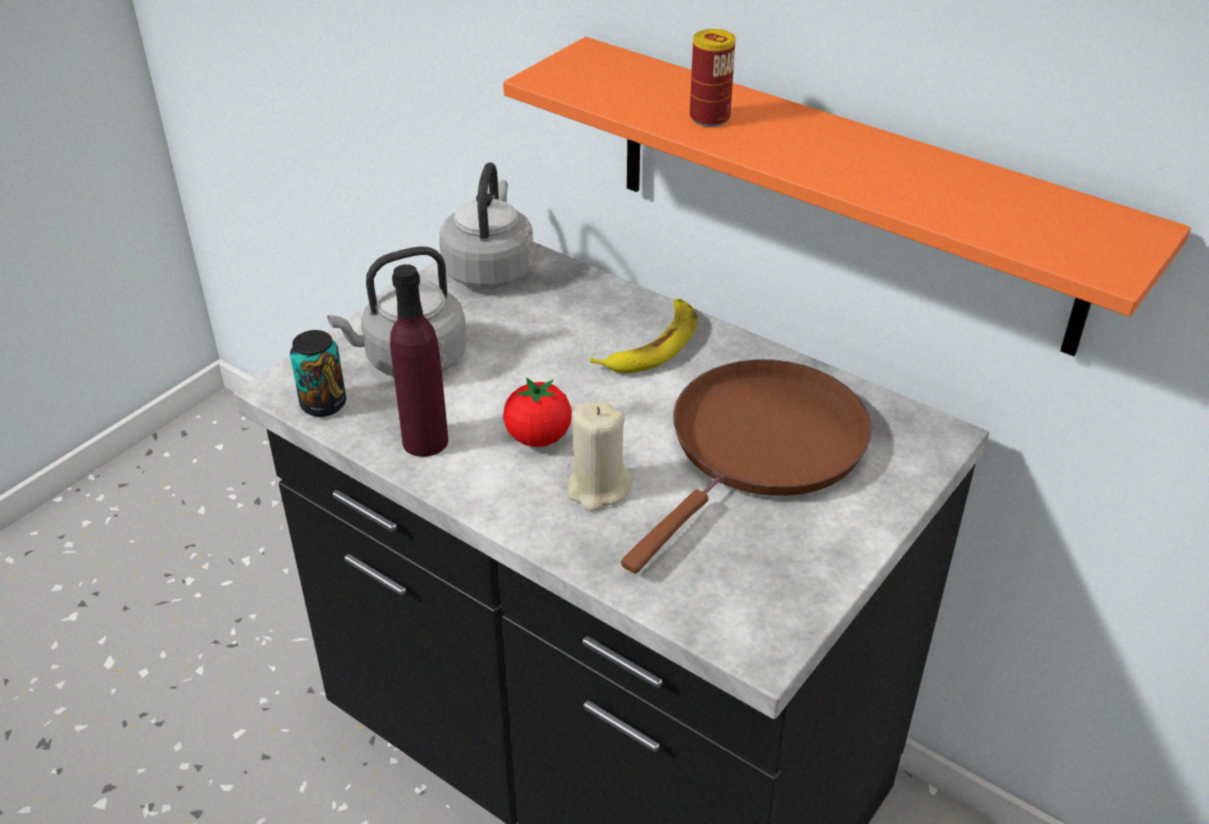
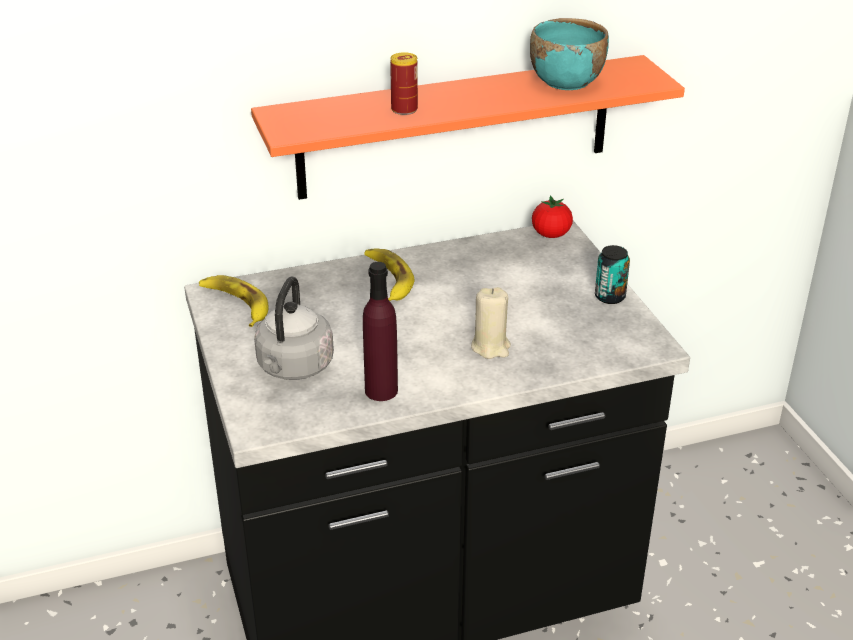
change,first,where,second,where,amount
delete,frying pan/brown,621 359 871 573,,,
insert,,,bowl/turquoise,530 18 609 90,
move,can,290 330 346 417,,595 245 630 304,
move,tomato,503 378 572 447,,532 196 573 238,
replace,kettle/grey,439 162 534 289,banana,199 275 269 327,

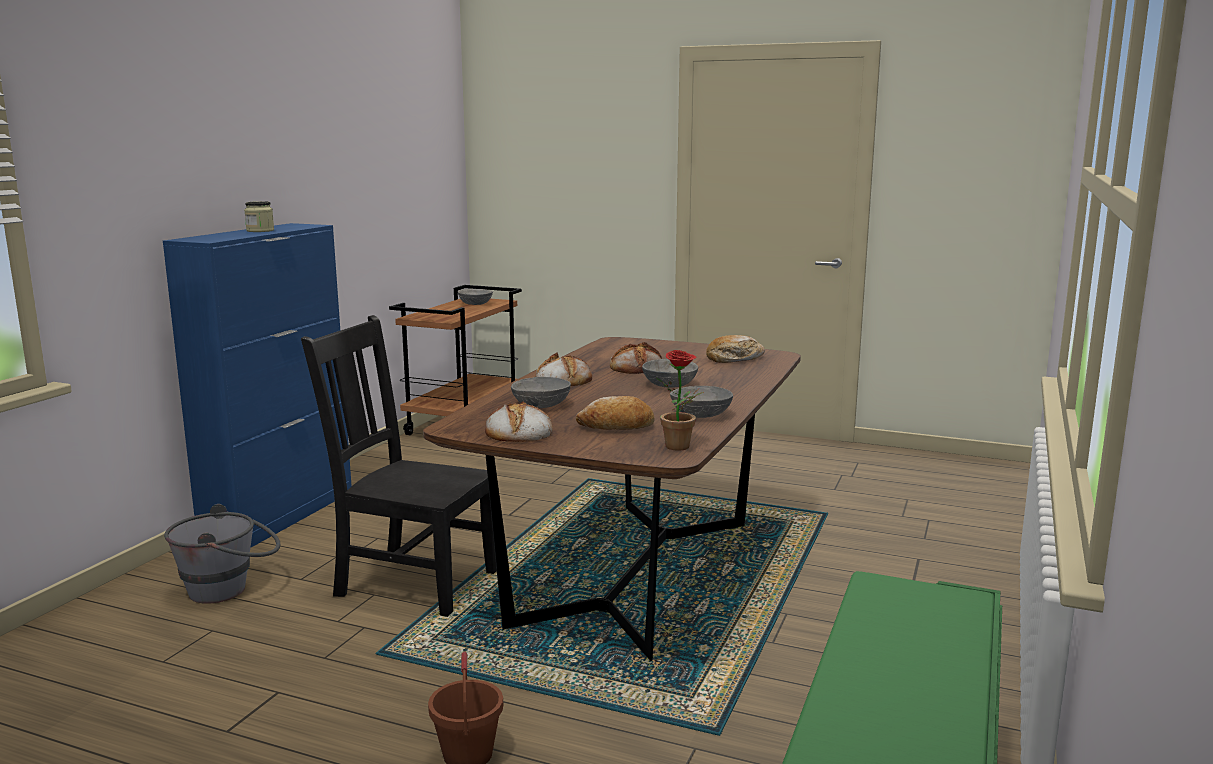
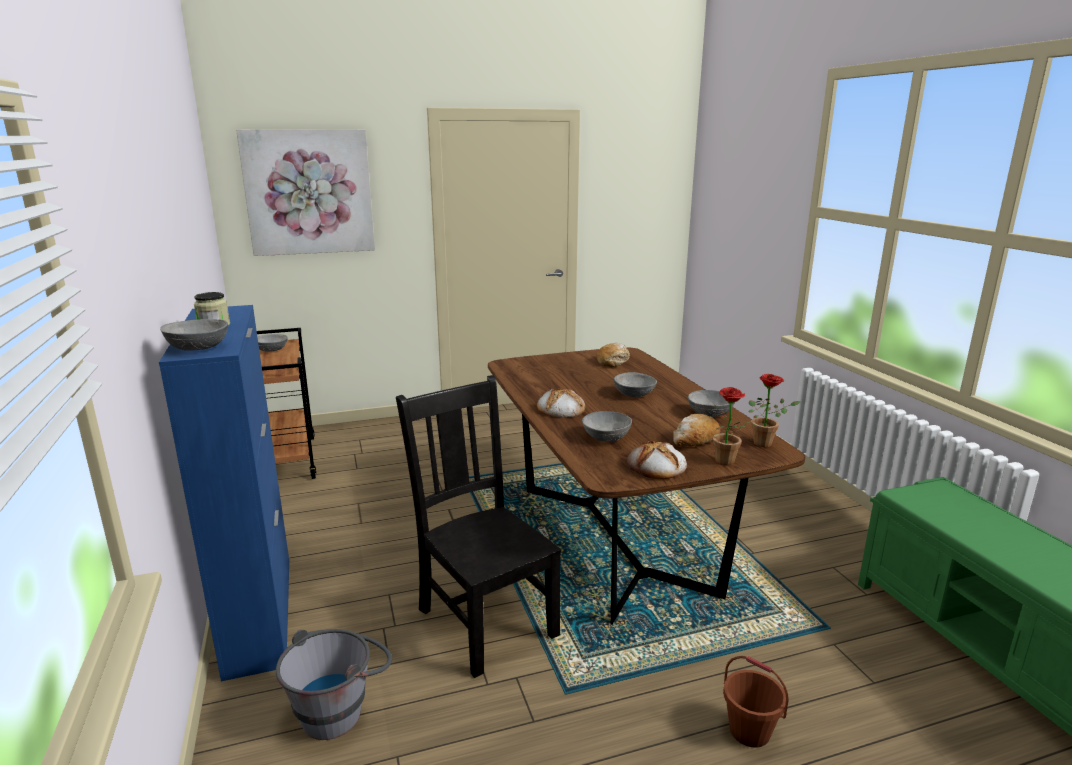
change,first,where,second,where,amount
delete,bread,610 342 662 374,,,
insert,,,bowl/grey,160 319 228 351,
insert,,,picture,236 129 375 256,
insert,,,potted plant,713 387 751 465,
rotate,chair/black,301 315 497 617,,396 375 561 678,75 degrees clockwise

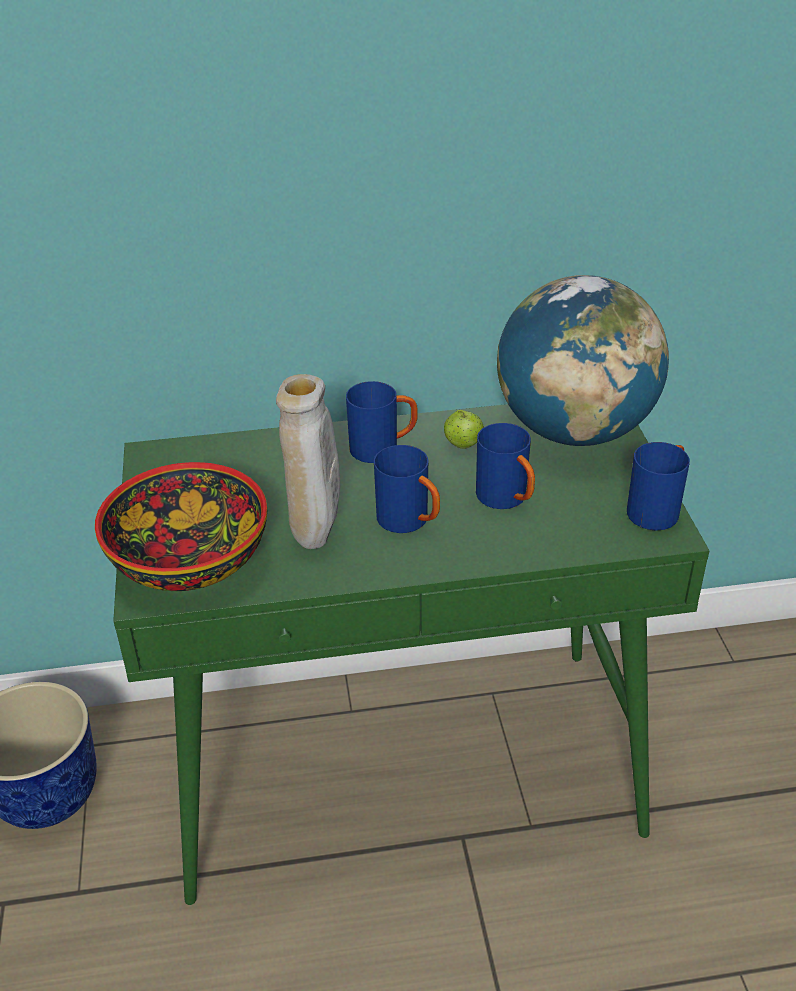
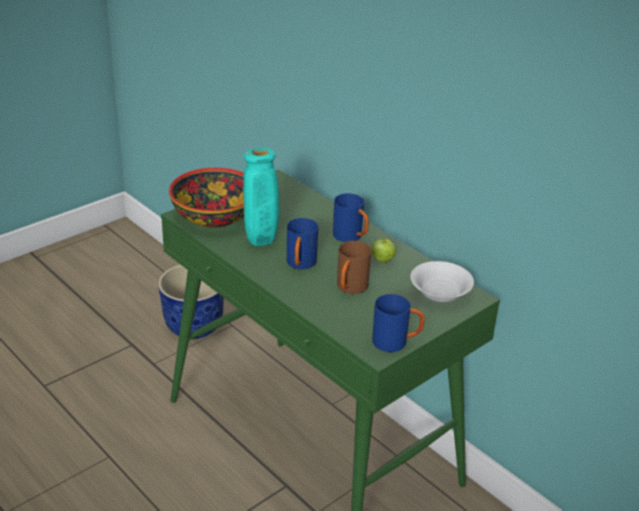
change,first,where,second,where,amount
replace,globe,497 275 669 446,bowl/white,410 261 474 302,
recolor,vase/beige,276 374 340 549,vase/turquoise,243 147 279 246,
recolor,mug/blue,476 423 535 509,mug/brown,337 241 371 294,

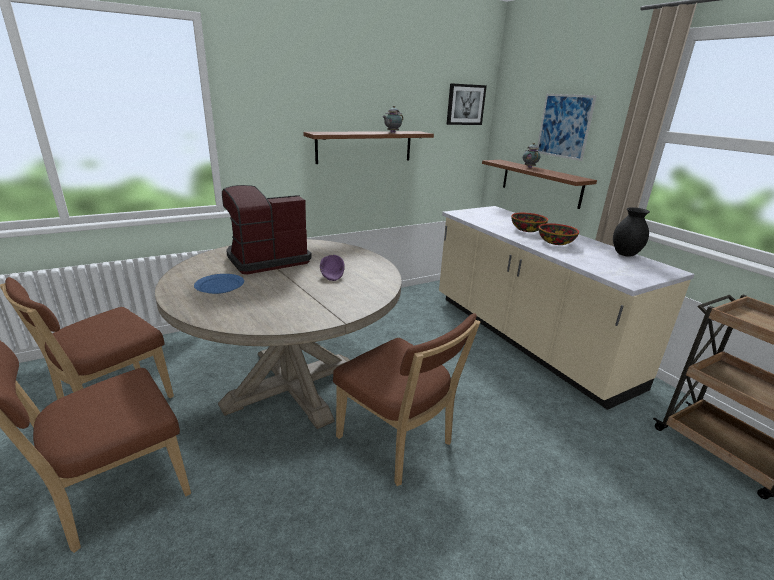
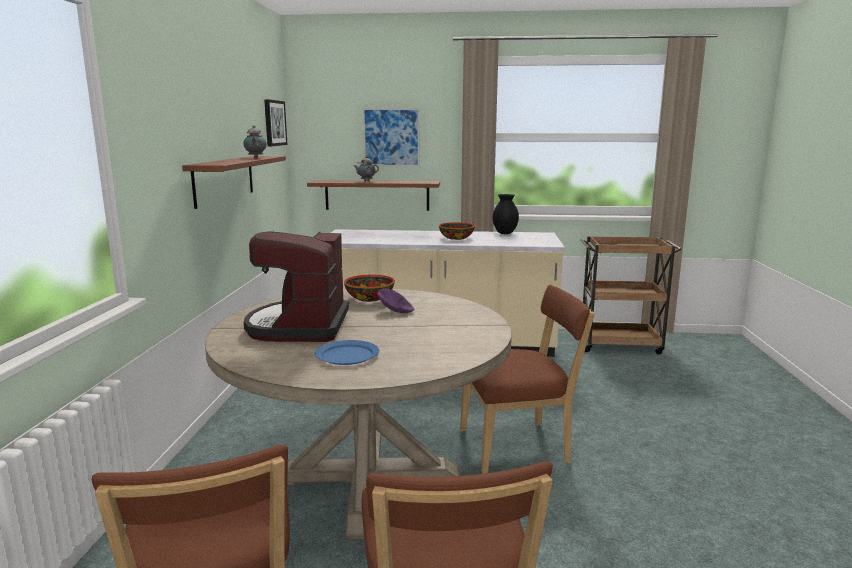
change,first,where,second,where,amount
move,bowl,511 213 548 232,,344 275 395 302,

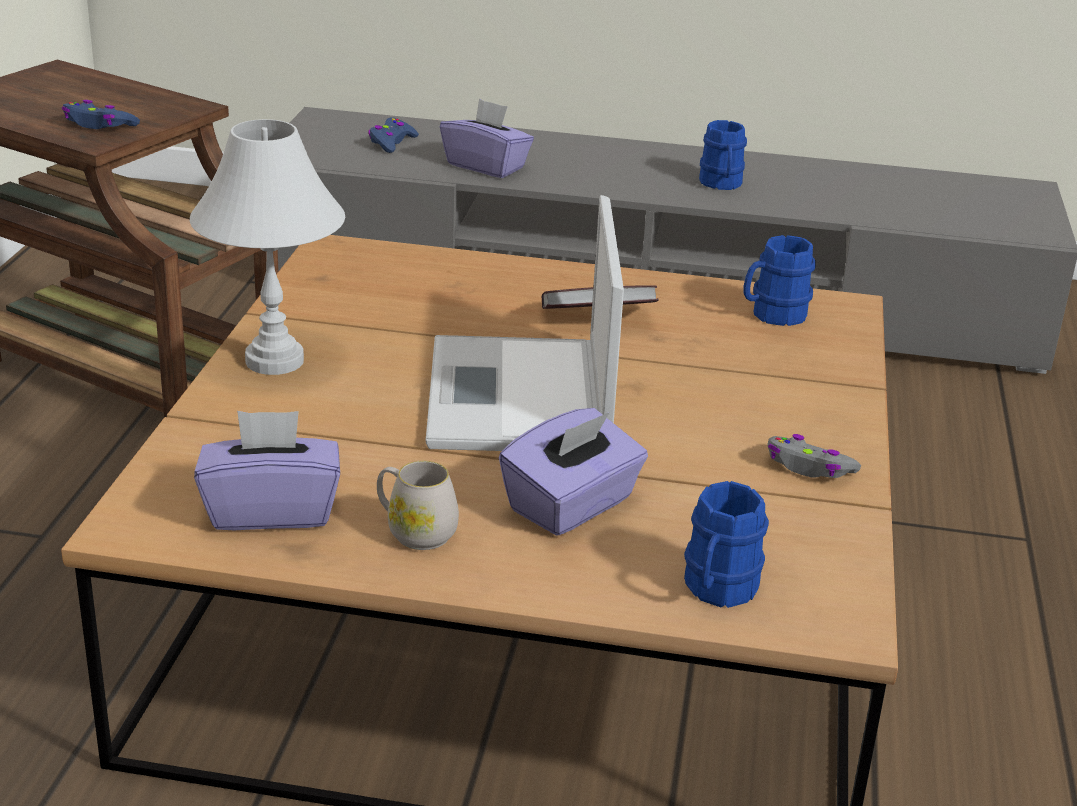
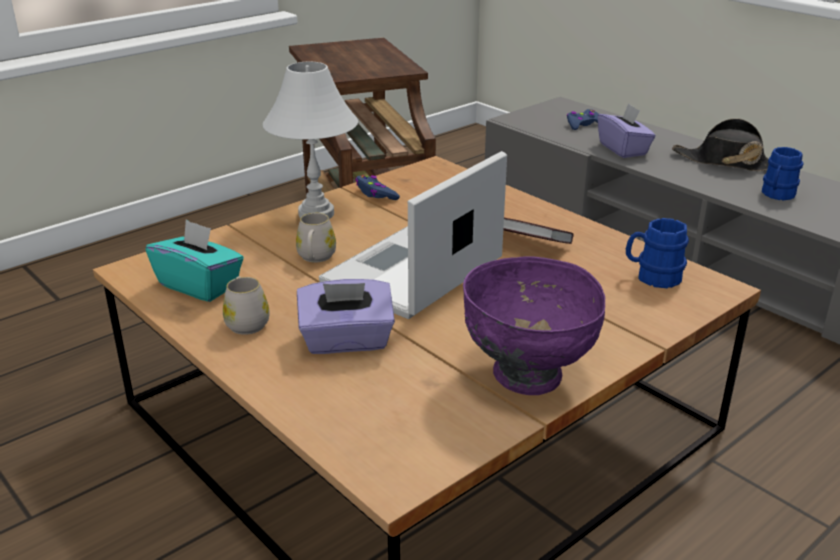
change,first,where,second,where,amount
delete,mug/blue,684 481 769 608,,,
insert,,,mug/white,296 213 336 262,
insert,,,hat/black,672 118 769 171,
move,game controller/blue,61 100 140 129,,355 175 400 200,
replace,game controller/grey,767 434 861 478,bowl/purple,463 256 605 395,
recolor,tissue box/purple,194 411 340 530,tissue box/turquoise,146 219 244 302,

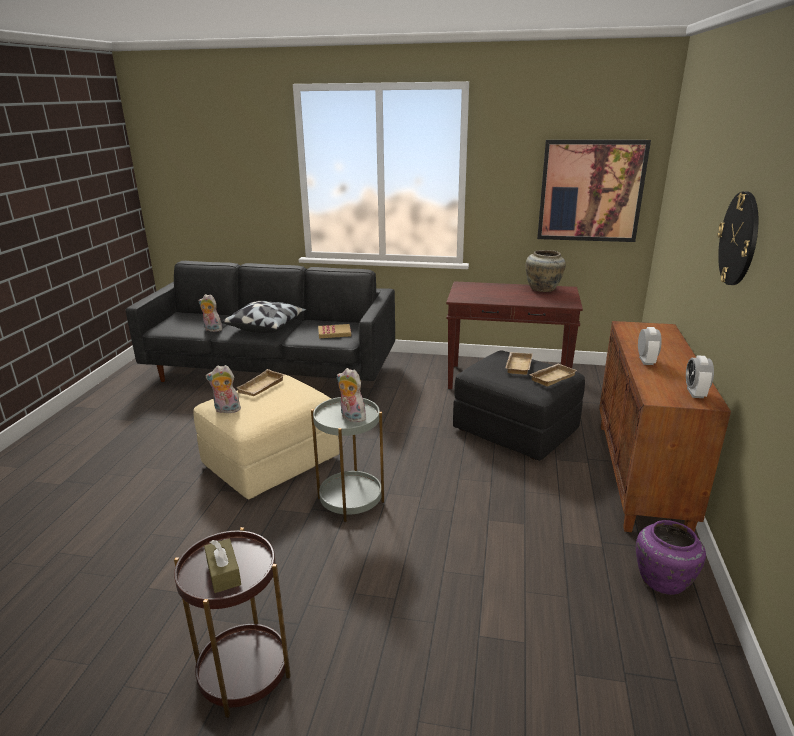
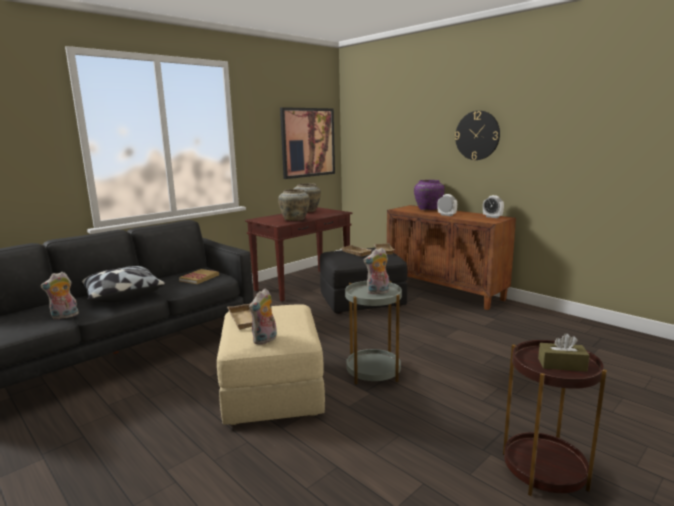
change,first,where,second,where,amount
insert,,,vase/beige,278 189 310 221,
move,vase/purple,636 520 706 595,,414 180 445 210,

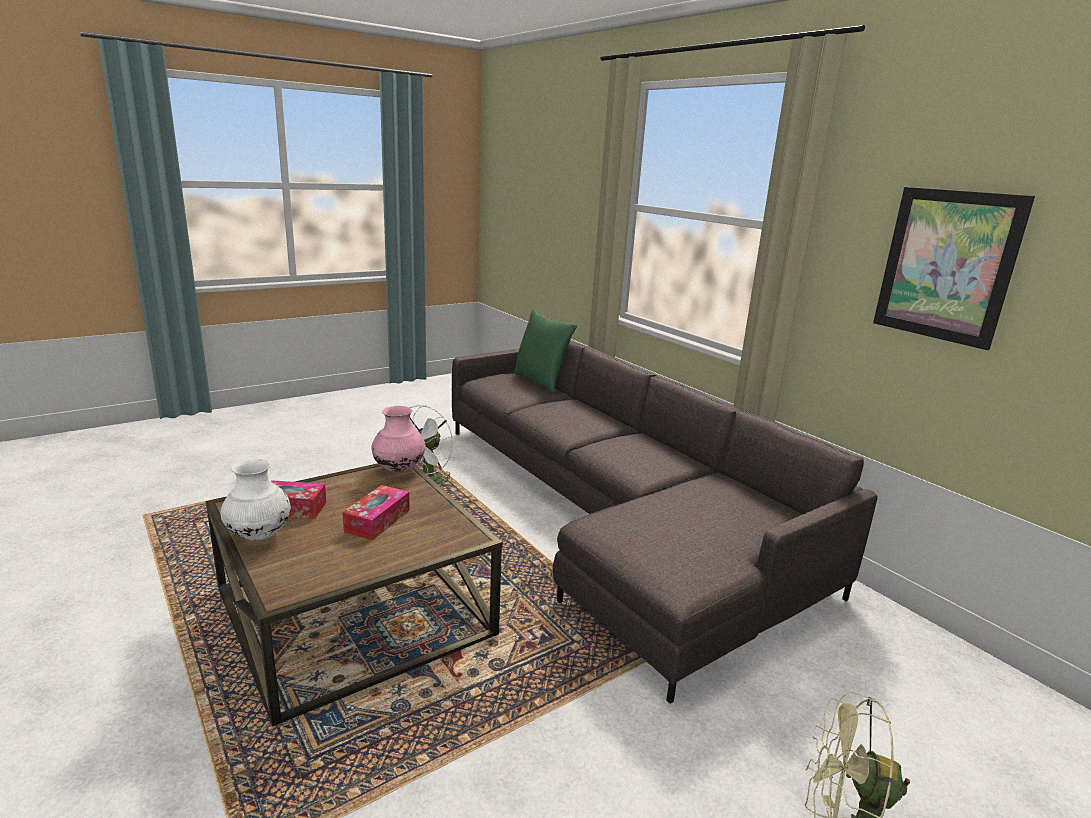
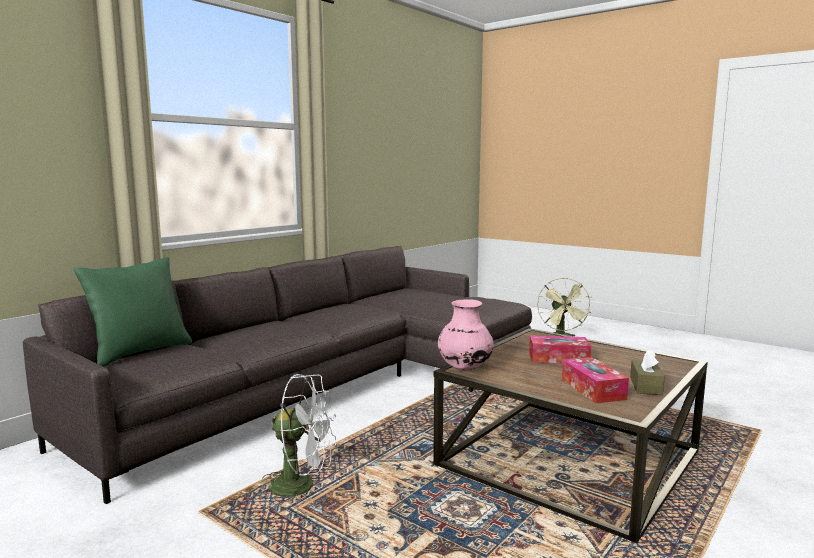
change,first,where,second,where,amount
delete,picture,873 187 1035 350,,,
replace,vase/white,221 459 291 540,tissue box/brown,630 350 665 395,

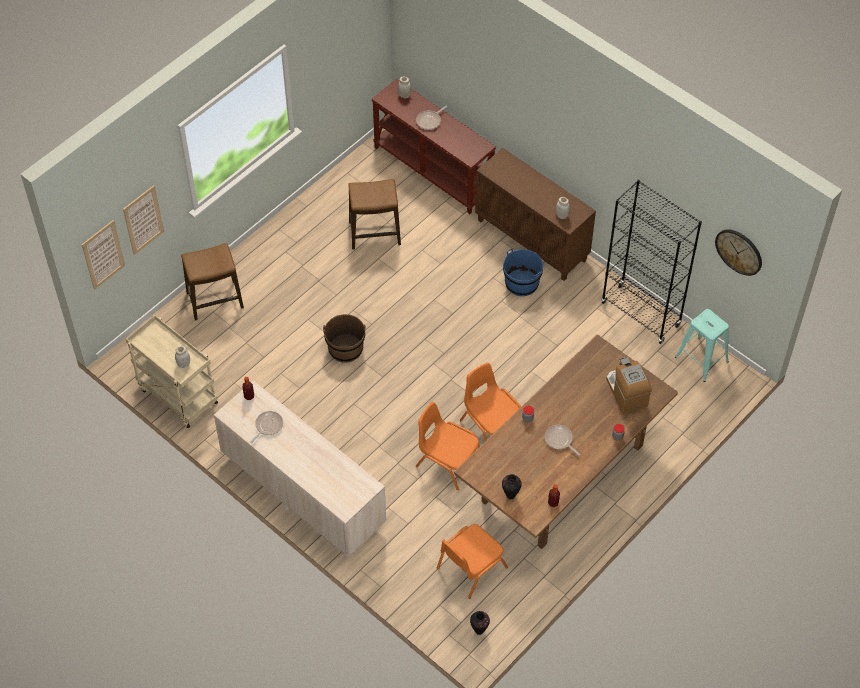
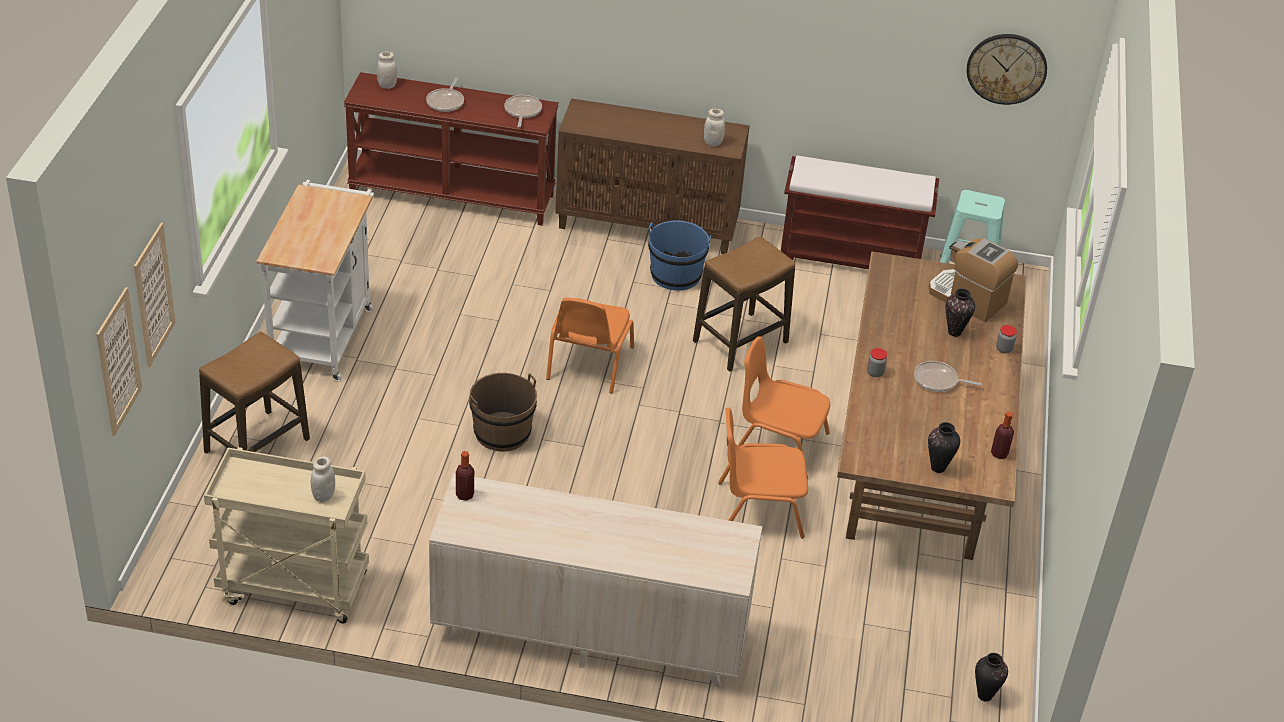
change,first,where,second,where,amount
insert,,,cart/white,257 180 374 381,
insert,,,vase,945 288 975 337,
move,frying pan,250 411 283 443,,504 95 542 127,
move,stool,348 179 401 250,,693 236 795 372,
move,chair/orange,437 524 508 599,,546 298 634 394,
replace,bookcase/black,601 180 702 344,bench/brown,781 156 939 269,

